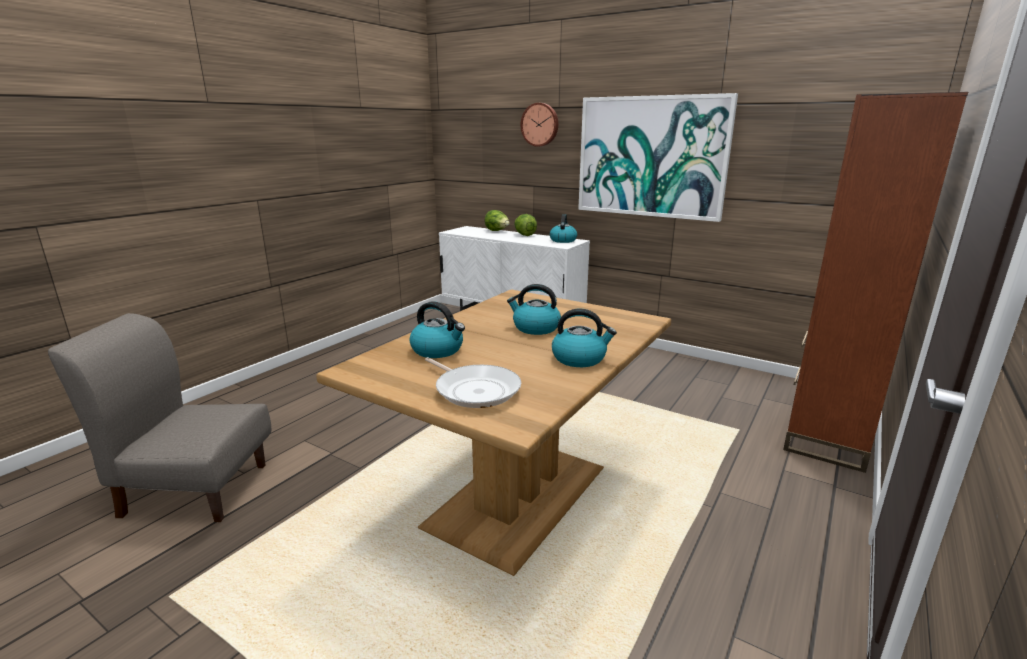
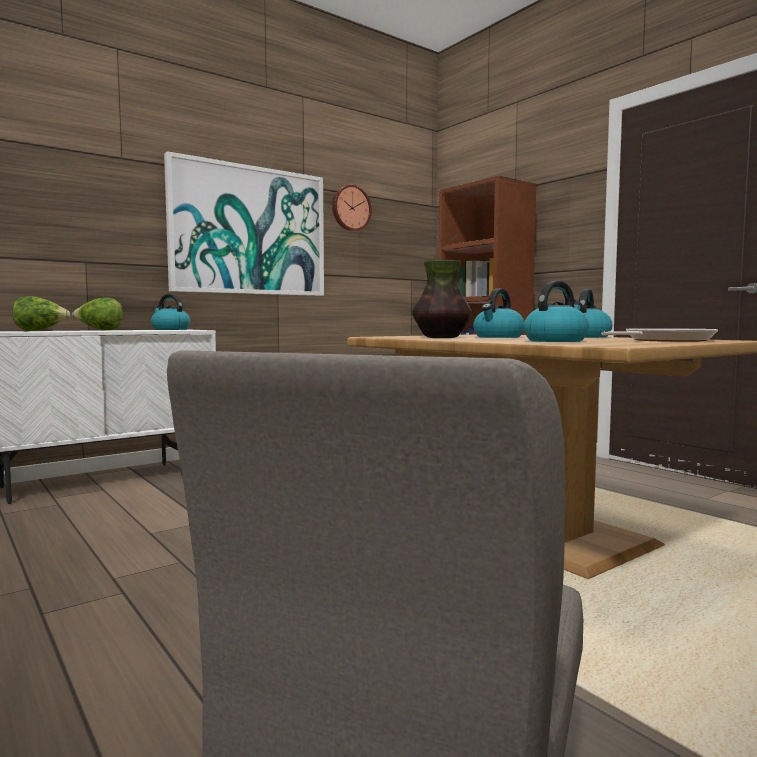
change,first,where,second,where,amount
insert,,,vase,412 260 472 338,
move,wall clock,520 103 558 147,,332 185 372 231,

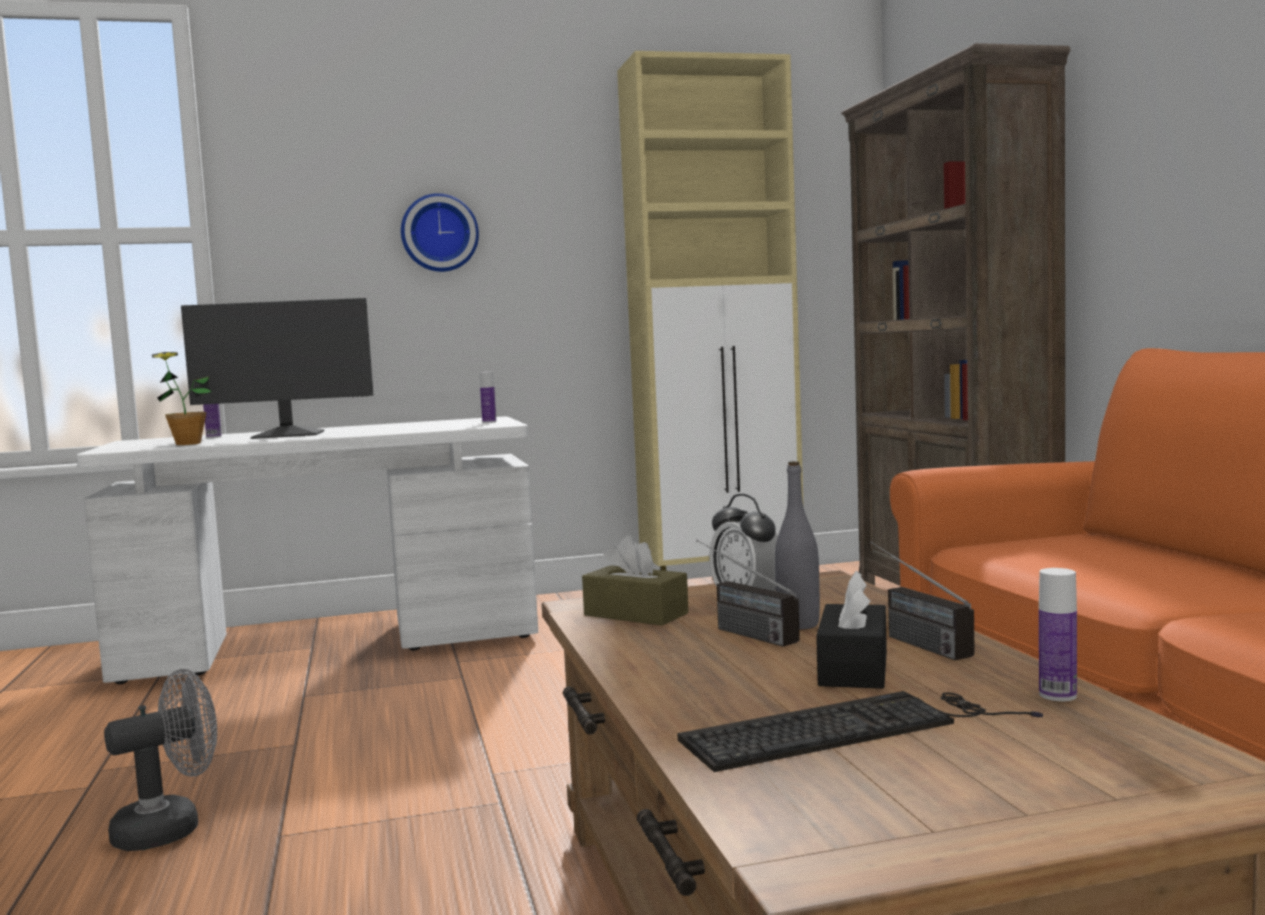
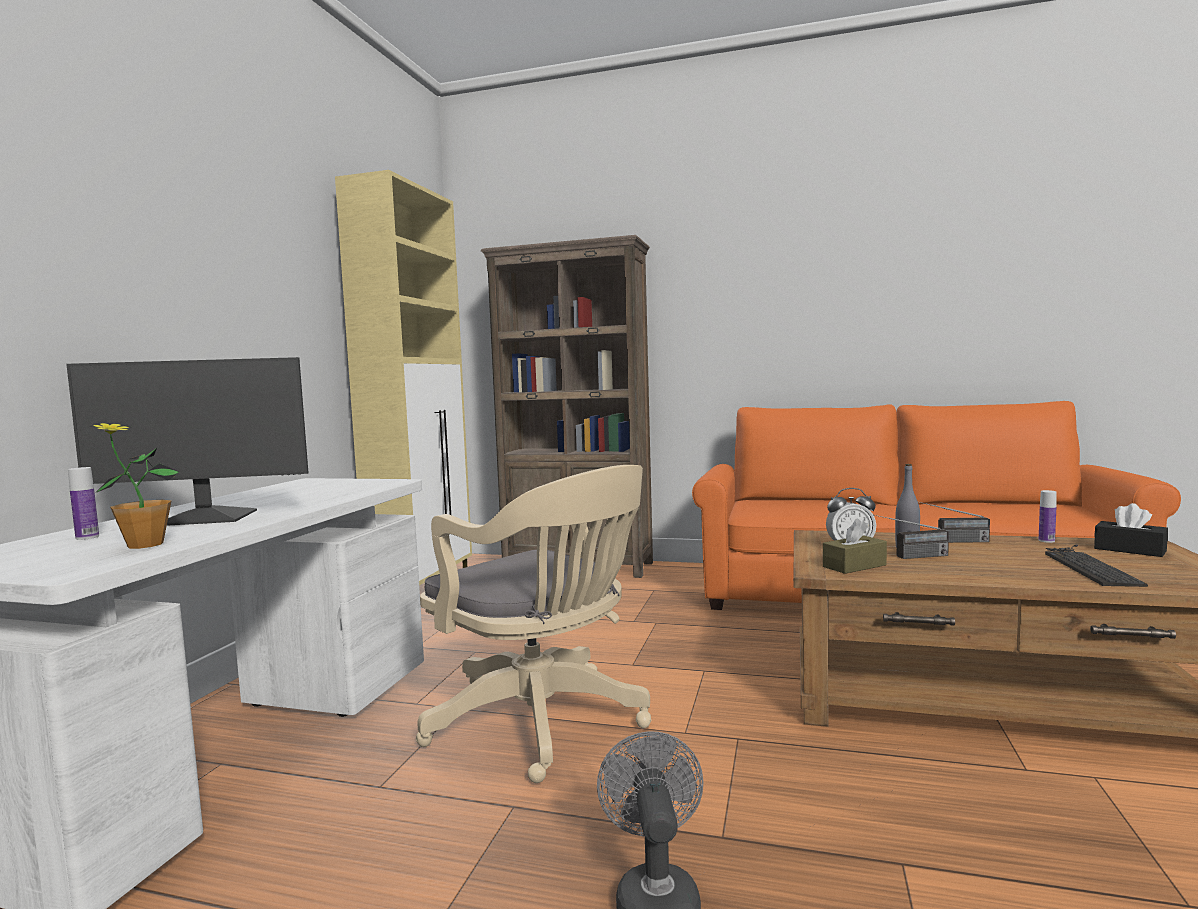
change,first,where,second,where,amount
delete,wall clock,401 193 479 272,,,
delete,bottle,480 372 496 423,,,
insert,,,office chair/beige,416 465 651 783,
move,tissue box/black,816 570 887 689,,1094 503 1168 557,
rotate,monitor,181 298 374 439,,66 357 308 526,60 degrees clockwise

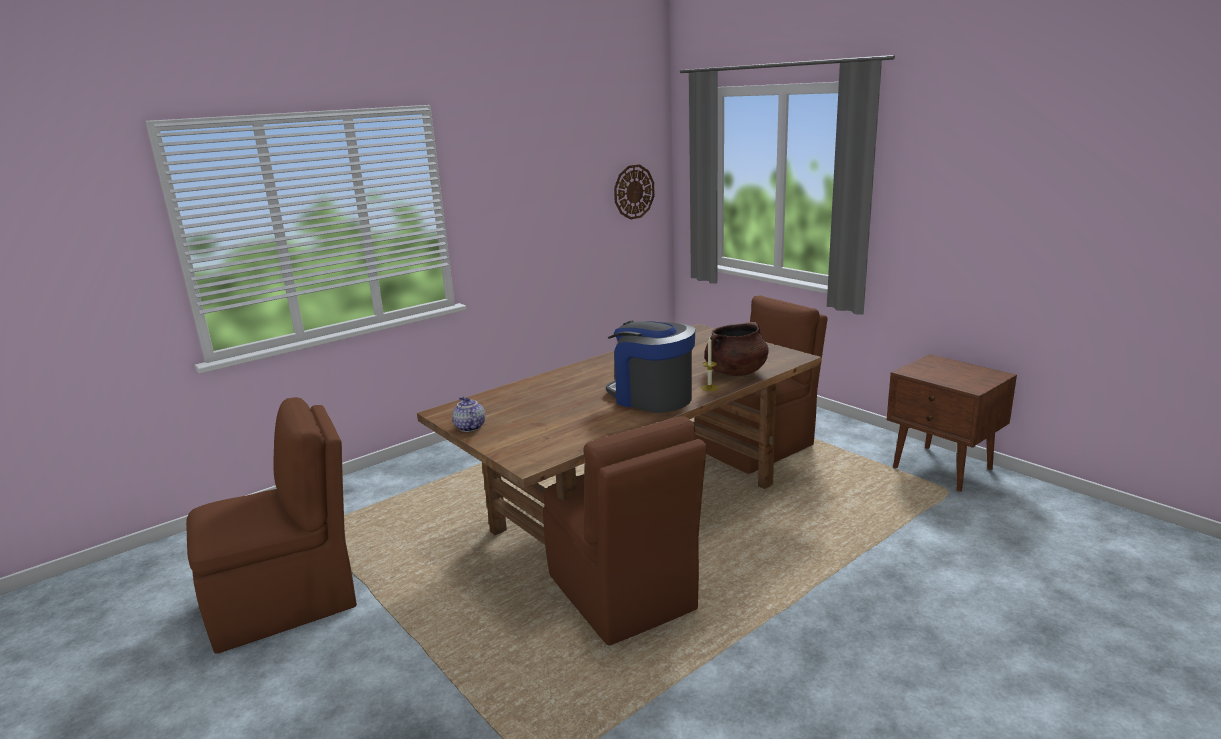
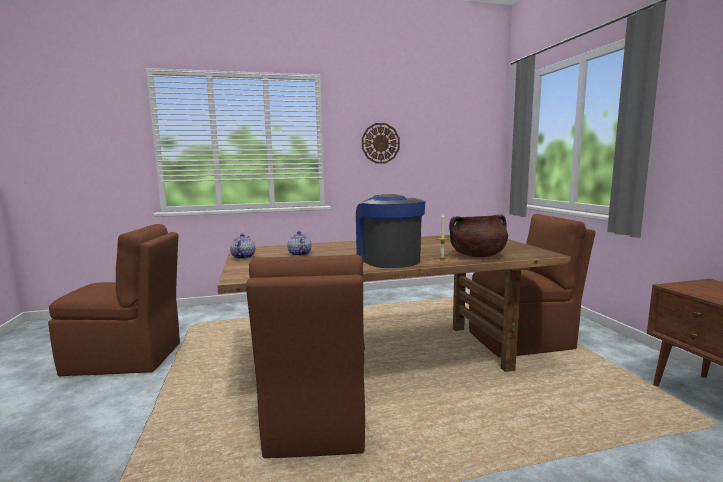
change,first,where,second,where,amount
insert,,,teapot,287 231 312 256,
move,wall clock,614 164 655 220,,362 123 400 164,

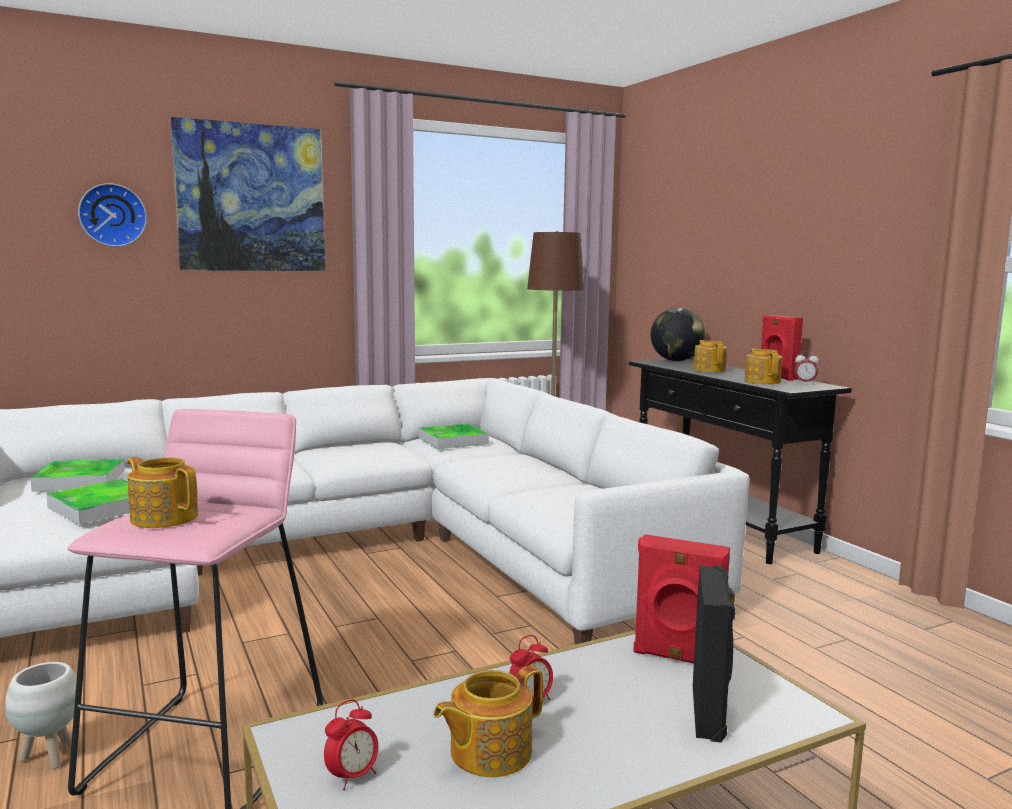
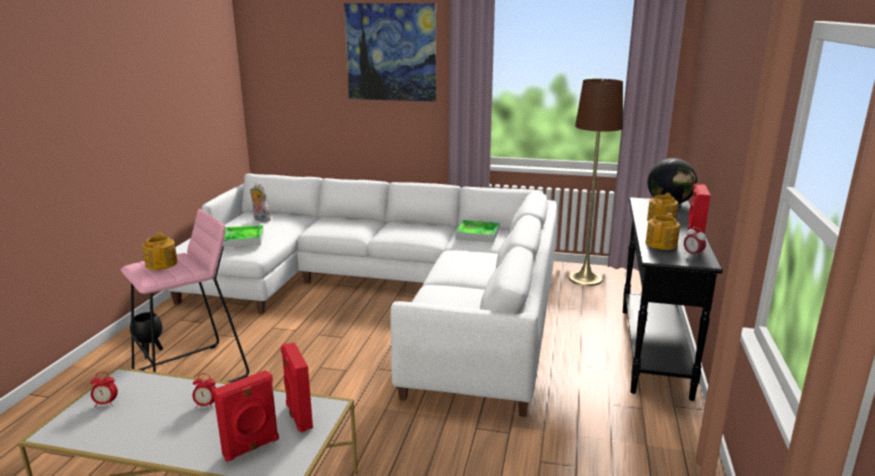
change,first,where,second,where,amount
delete,wall clock,78 183 147 247,,,
delete,teapot,433 666 543 777,,,
replace,tray,30 458 125 492,plush toy,250 183 271 222,
recolor,planter/white,5 662 77 769,planter/black,130 312 163 359,
recolor,speaker/black,693 566 735 743,speaker/red,213 370 279 462,

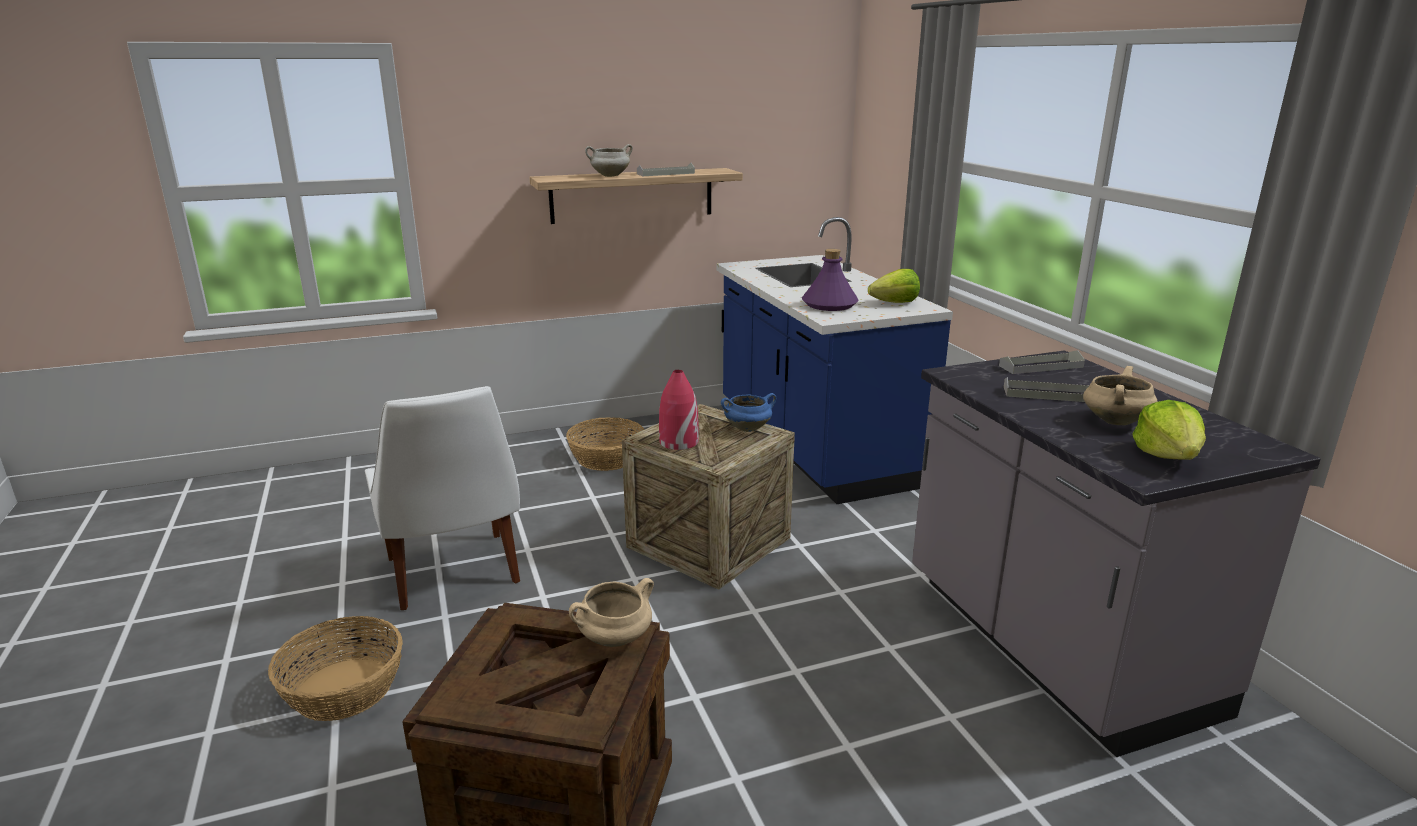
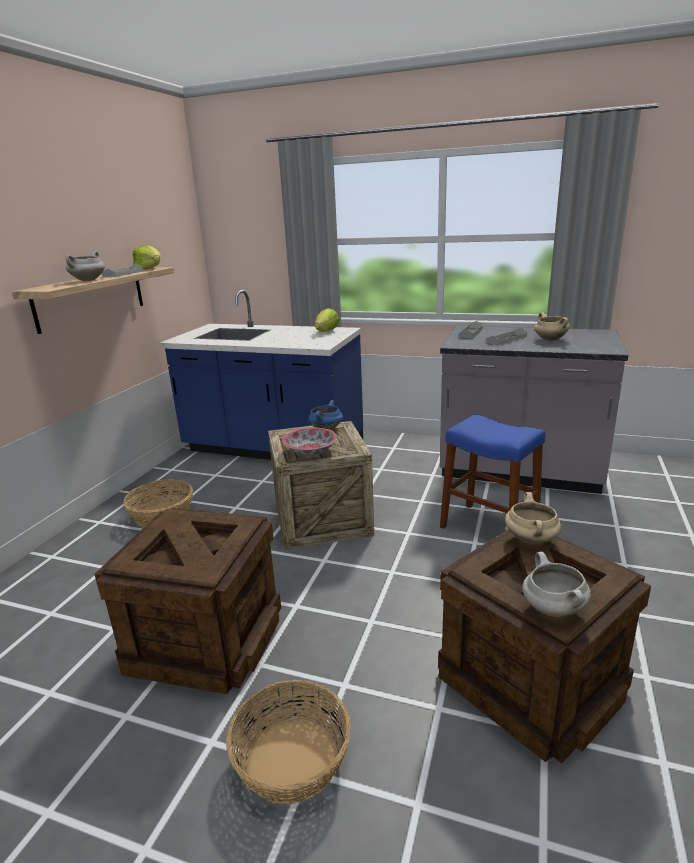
change,first,where,second,where,amount
delete,bottle/purple,802 249 859 311,,,
insert,,,stool/blue,440 414 545 529,
insert,,,cooking pot/white,522 552 591 618,
move,lettuce,1132 400 1206 460,,133 246 161 269,
replace,chair/white,365 386 520 610,crate,94 508 281 694,
replace,vase/red,659 370 699 450,bowl,282 428 337 456,

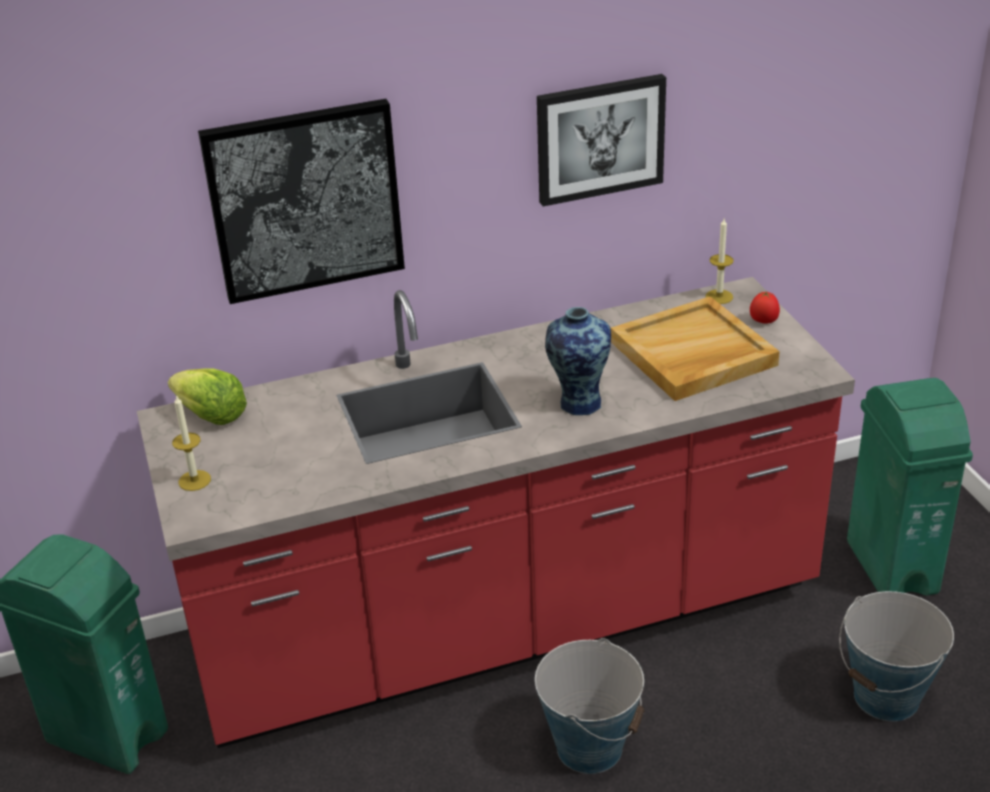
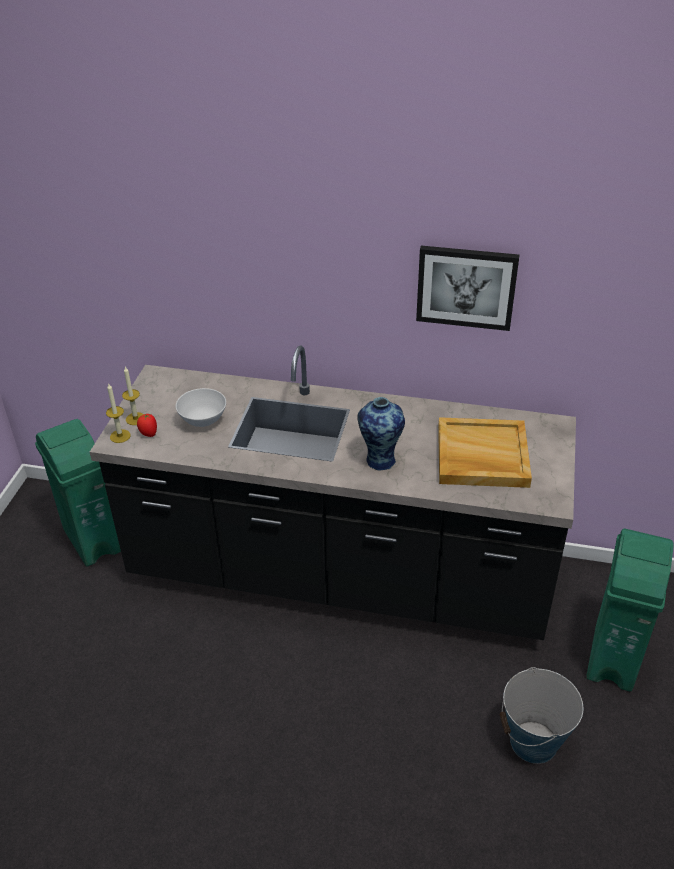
change,first,where,second,where,amount
delete,lettuce,168 369 247 425,,,
delete,picture,198 99 405 304,,,
delete,bucket,535 638 644 774,,,
insert,,,bowl/white,176 388 226 427,
move,candle,705 218 734 304,,106 384 131 443,
move,tomato,750 292 780 324,,137 414 157 437,
recolor,counter/red,137 277 855 748,counter/black,90 346 576 640,

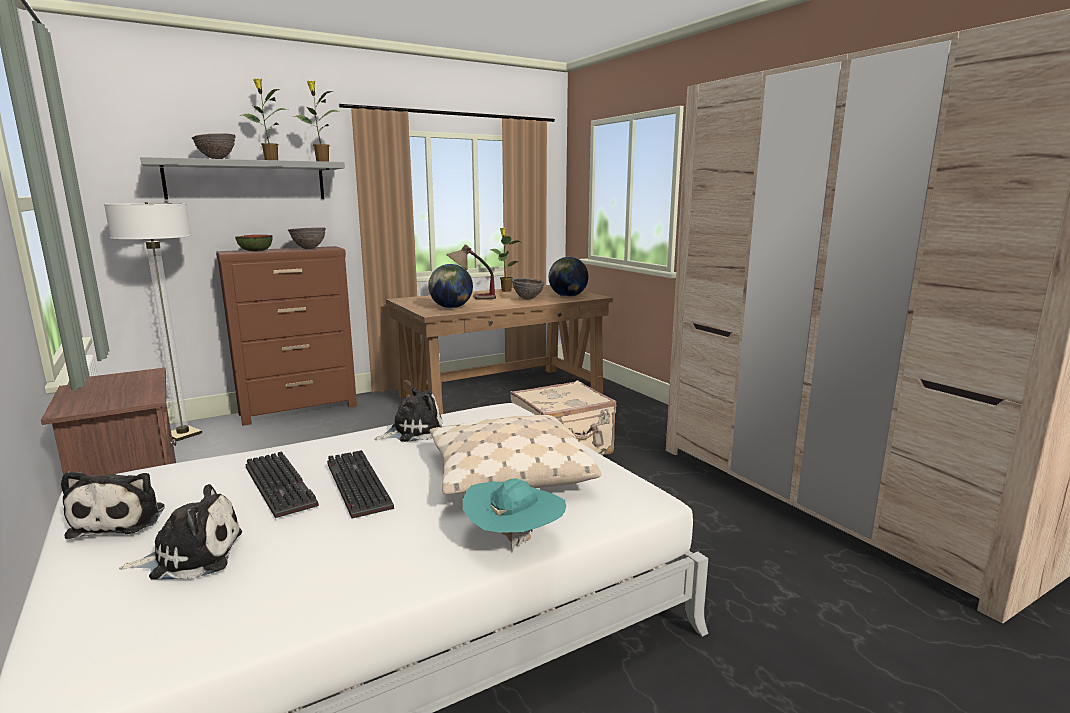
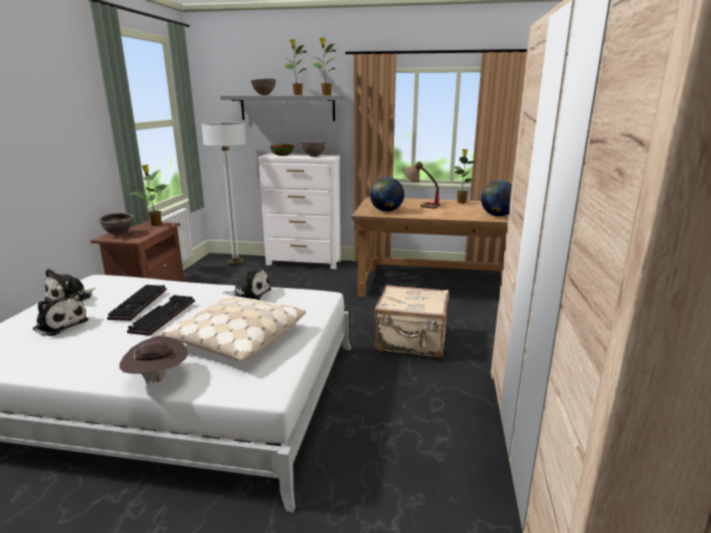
change,first,where,second,where,amount
insert,,,potted plant,130 165 170 226,
move,bowl/brown,512 278 545 300,,99 212 134 235,
recolor,dresser/brown,216 246 357 426,dresser/white,258 154 341 269,
recolor,hat/turquoise,463 479 566 551,hat/brown,119 336 188 384,

